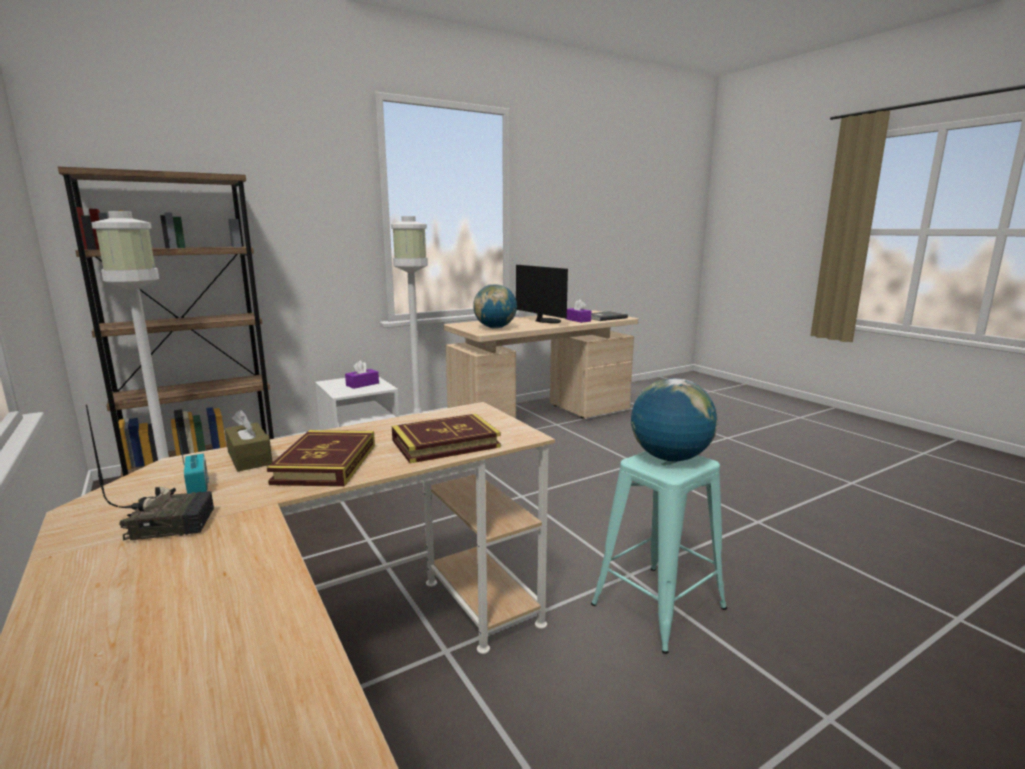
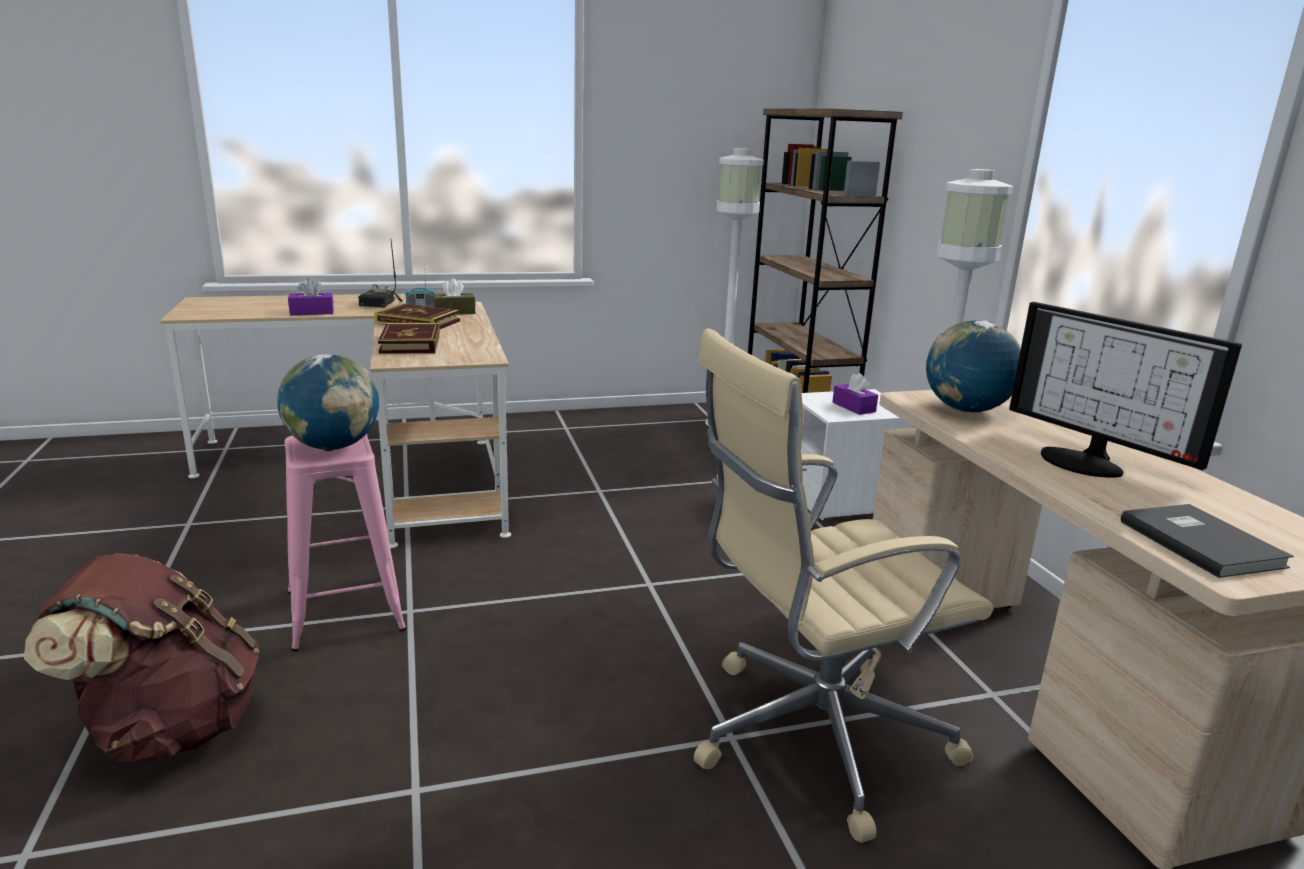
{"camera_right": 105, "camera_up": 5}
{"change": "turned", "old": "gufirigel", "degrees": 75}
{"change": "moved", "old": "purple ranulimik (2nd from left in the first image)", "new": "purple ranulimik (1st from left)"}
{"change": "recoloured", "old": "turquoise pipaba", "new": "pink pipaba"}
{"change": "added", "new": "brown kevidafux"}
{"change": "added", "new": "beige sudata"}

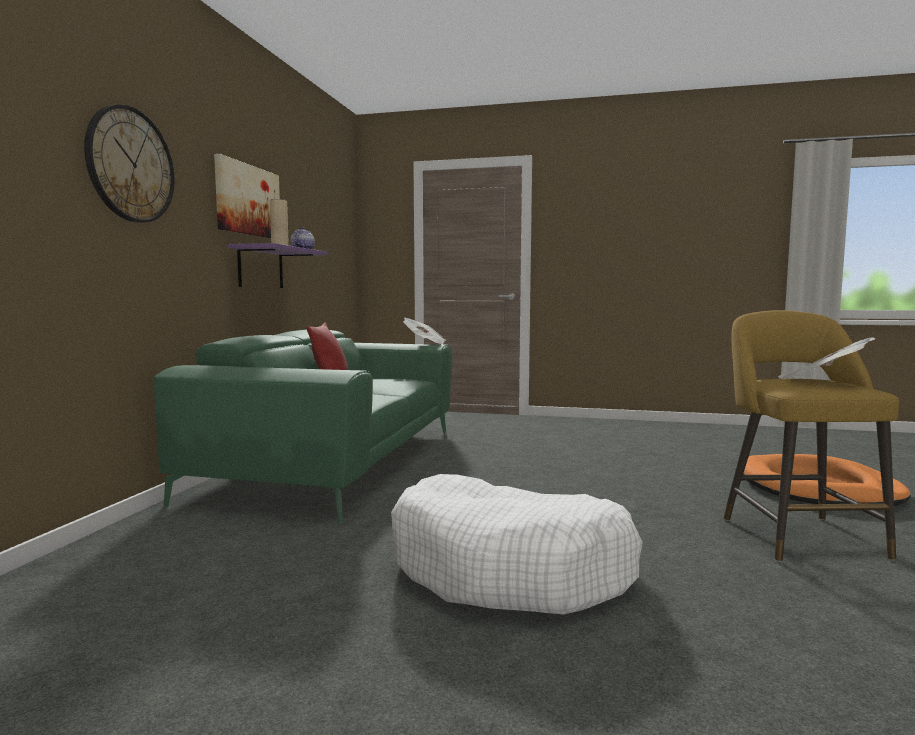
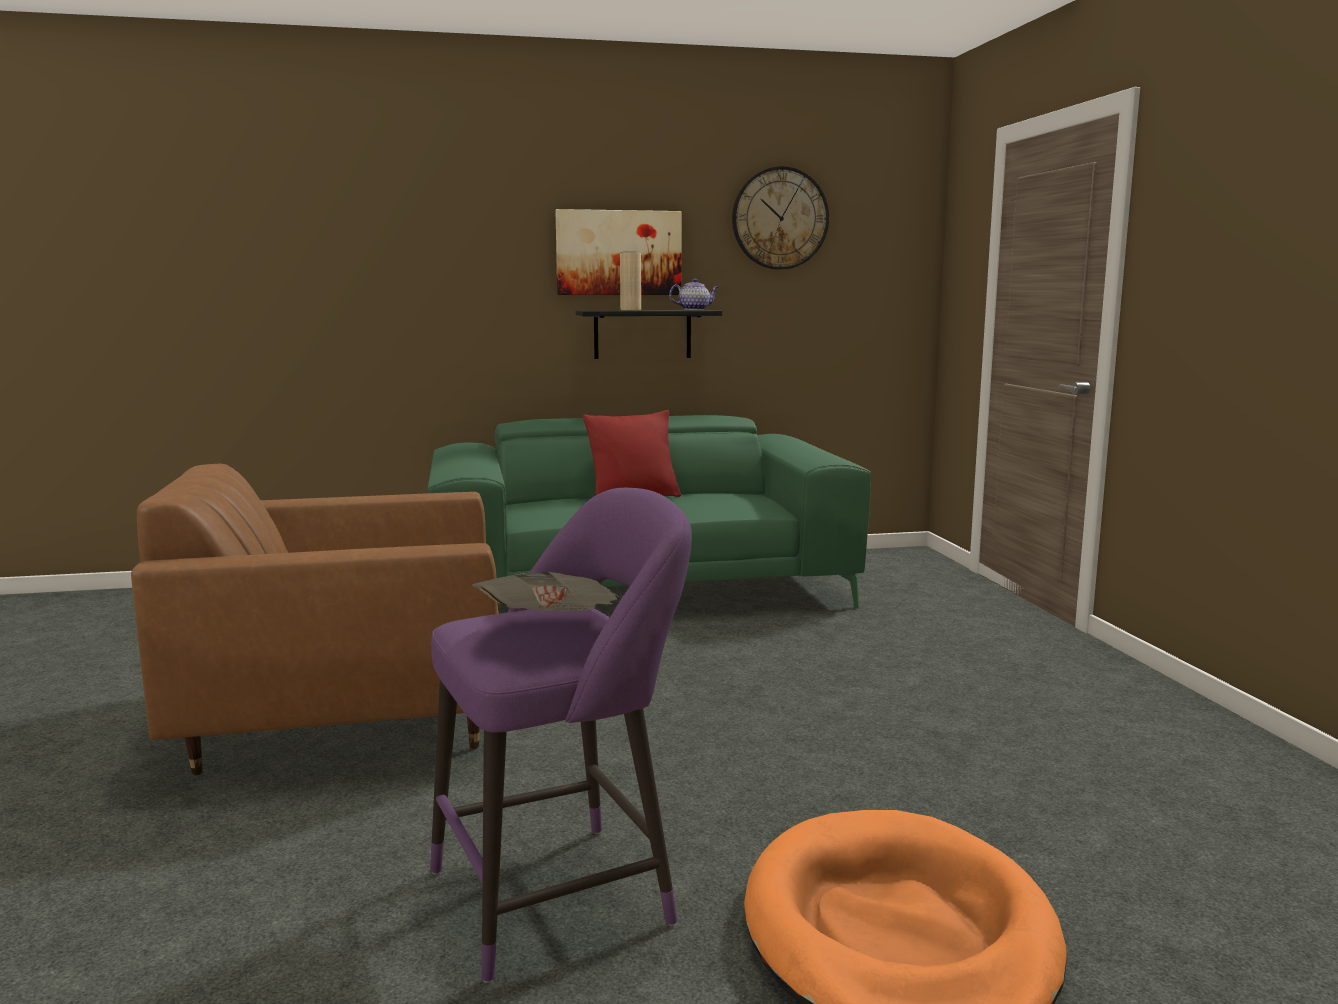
{"camera_right": 65, "camera_up": 5}
{"change": "moved", "old": "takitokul"}
{"change": "recoloured", "old": "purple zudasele", "new": "black zudasele"}
{"change": "replaced", "old": "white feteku", "new": "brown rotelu"}
{"change": "removed", "old": "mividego (1st from left)"}
{"change": "recoloured", "old": "yellow pipaba", "new": "purple pipaba"}

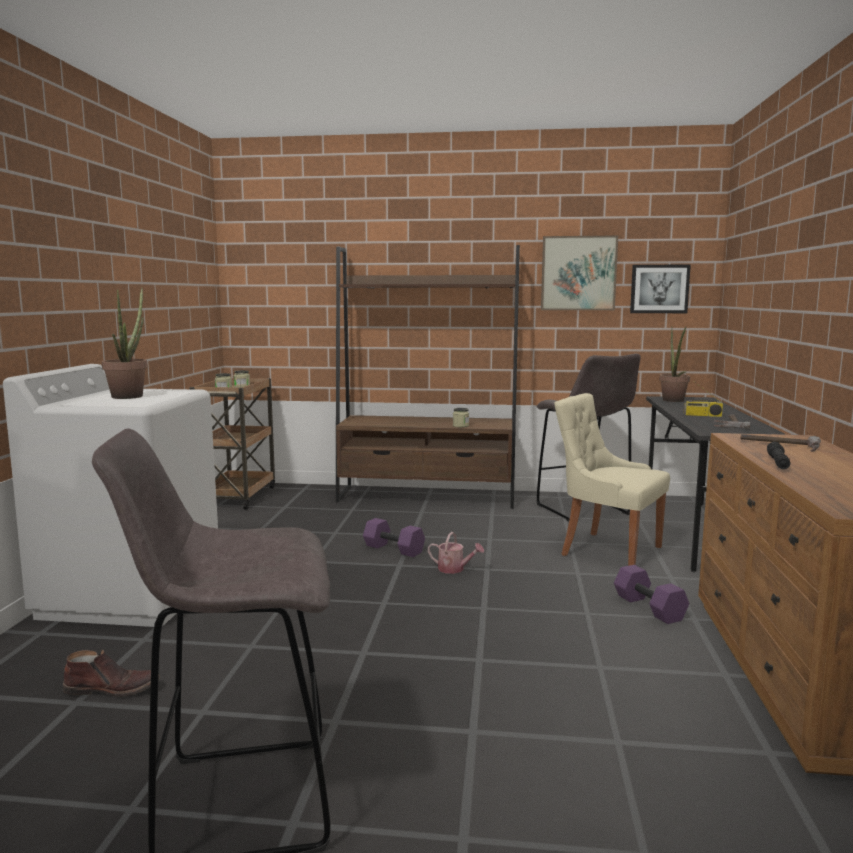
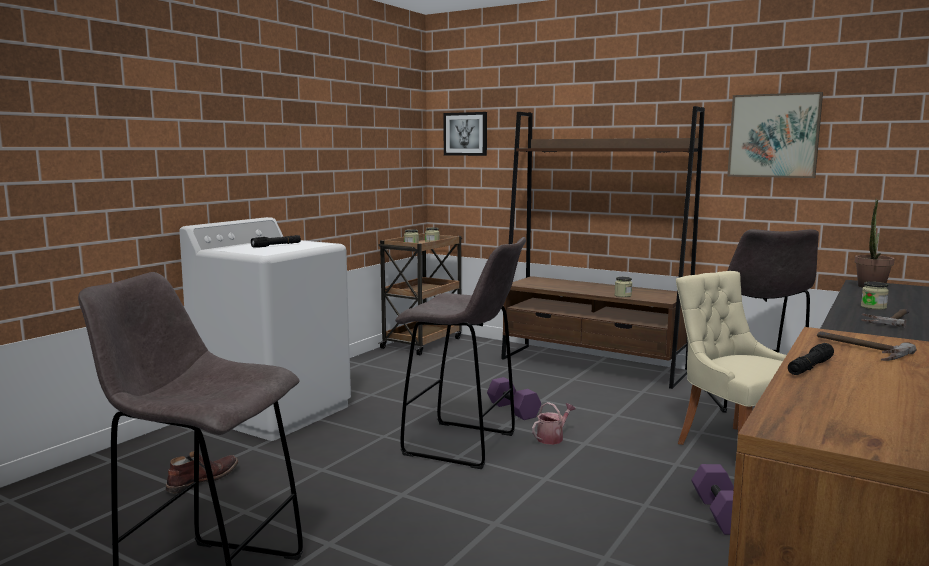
{"camera_right": 25, "camera_up": 0}
{"change": "turned", "old": "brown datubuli", "degrees": -75}
{"change": "replaced", "old": "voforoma (1st from left)", "new": "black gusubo (1st from left)"}
{"change": "turned", "old": "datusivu", "degrees": -90}
{"change": "moved", "old": "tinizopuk (2nd from left in the first image)", "new": "tinizopuk (1st from left)"}
{"change": "replaced", "old": "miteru", "new": "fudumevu (4th from left)"}
{"change": "added", "new": "grey pipaba (2nd from left)"}

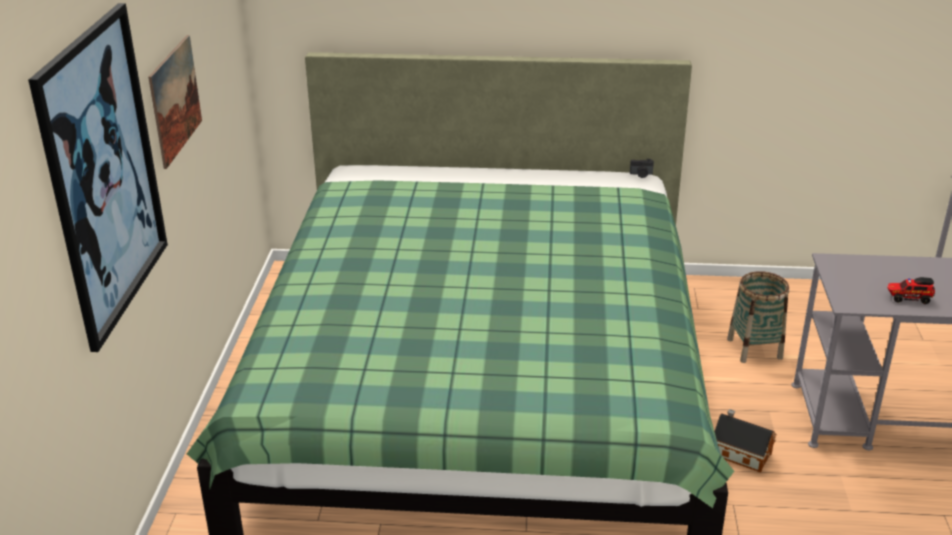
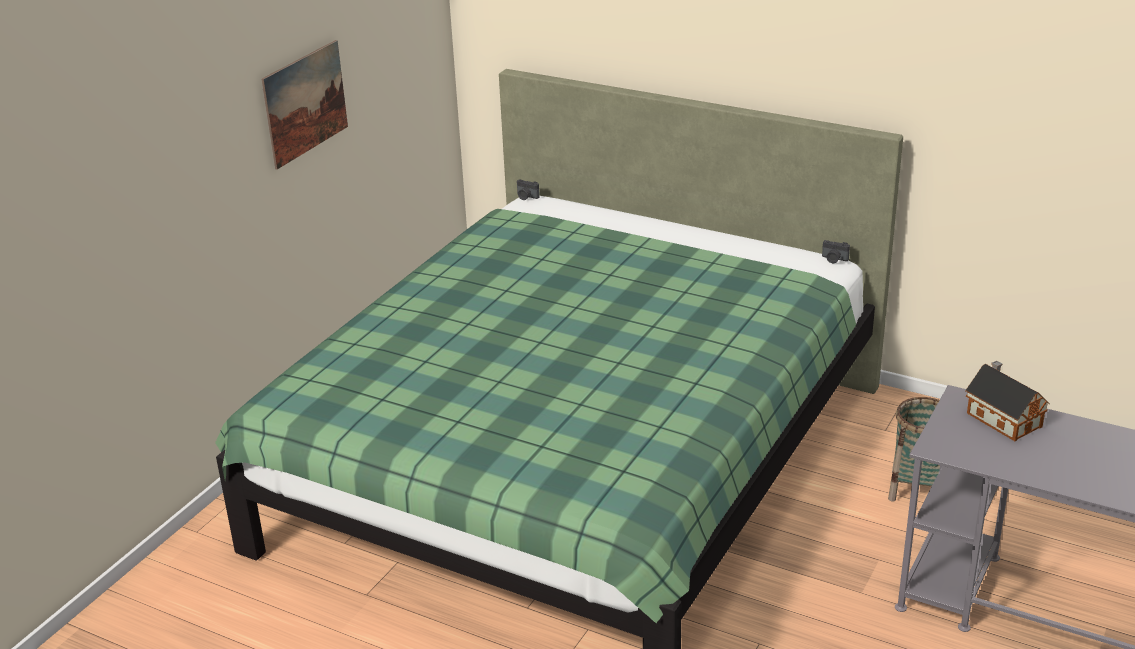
{"camera_right": 25, "camera_up": 0}
{"change": "removed", "old": "tinizopuk (1st from left)"}
{"change": "moved", "old": "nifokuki"}
{"change": "removed", "old": "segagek"}
{"change": "added", "new": "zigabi (1st from left)"}

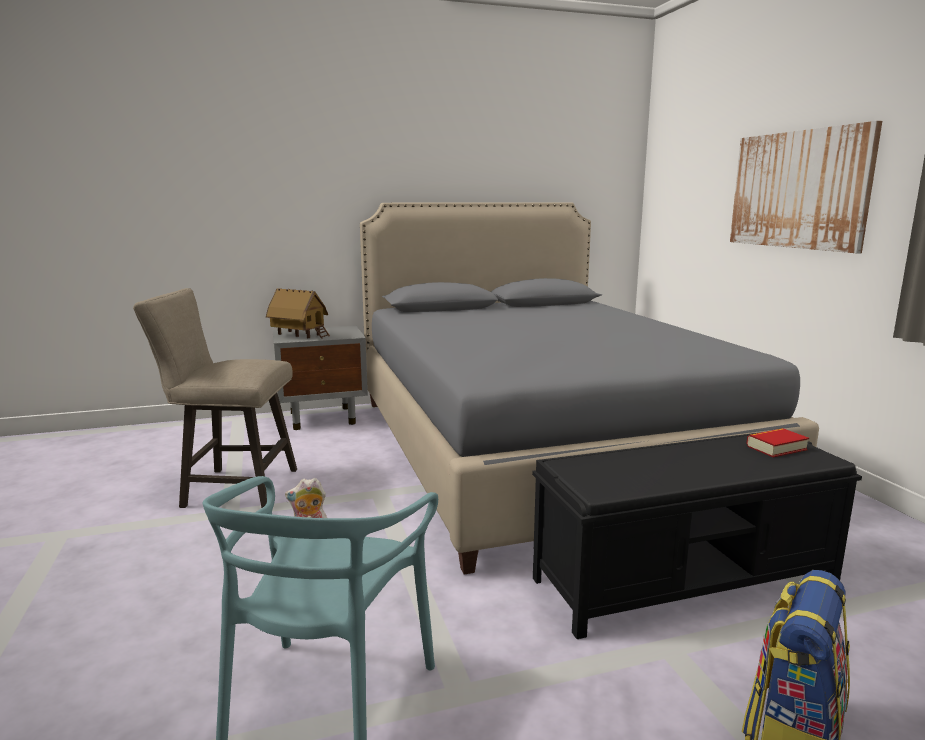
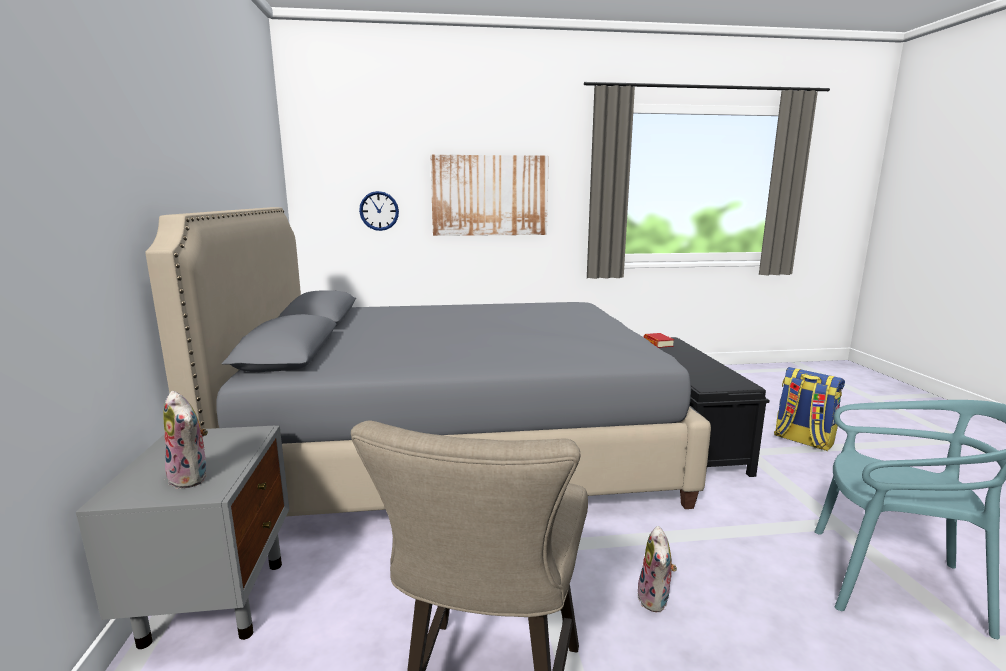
{"camera_right": -80, "camera_up": 0}
{"change": "replaced", "old": "nifokuki", "new": "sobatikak (1st from left)"}
{"change": "added", "new": "takitokul"}

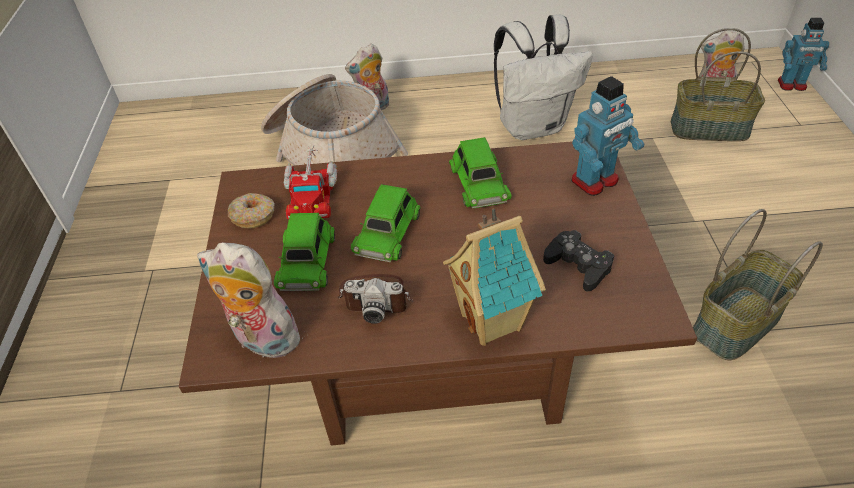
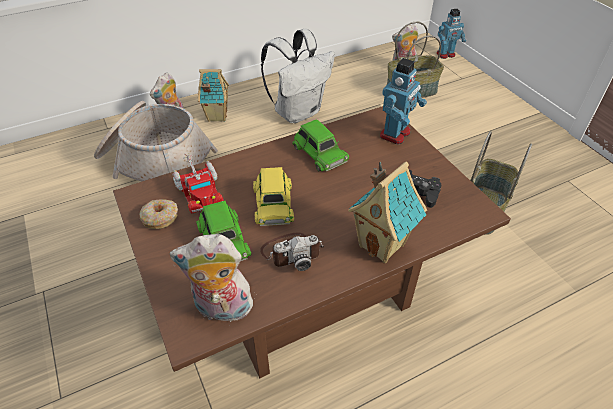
{"camera_right": -25, "camera_up": 0}
{"change": "recoloured", "old": "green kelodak (2nd from left)", "new": "yellow kelodak"}
{"change": "added", "new": "nifokuki (1st from left)"}

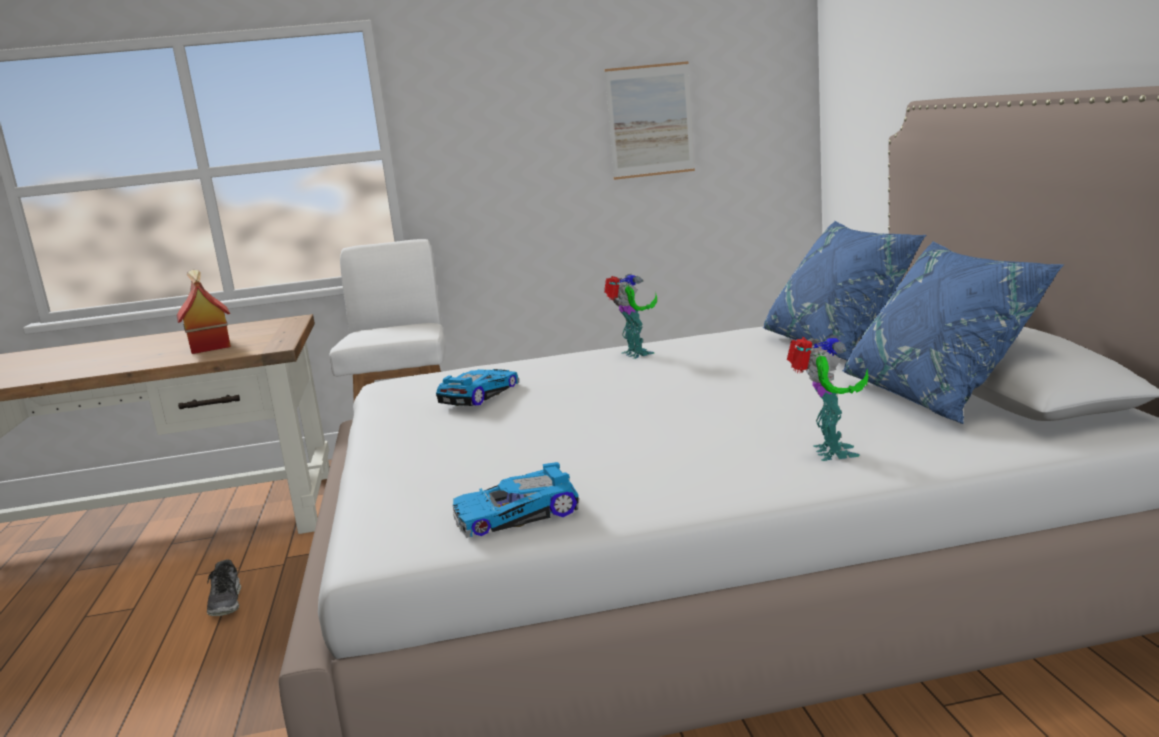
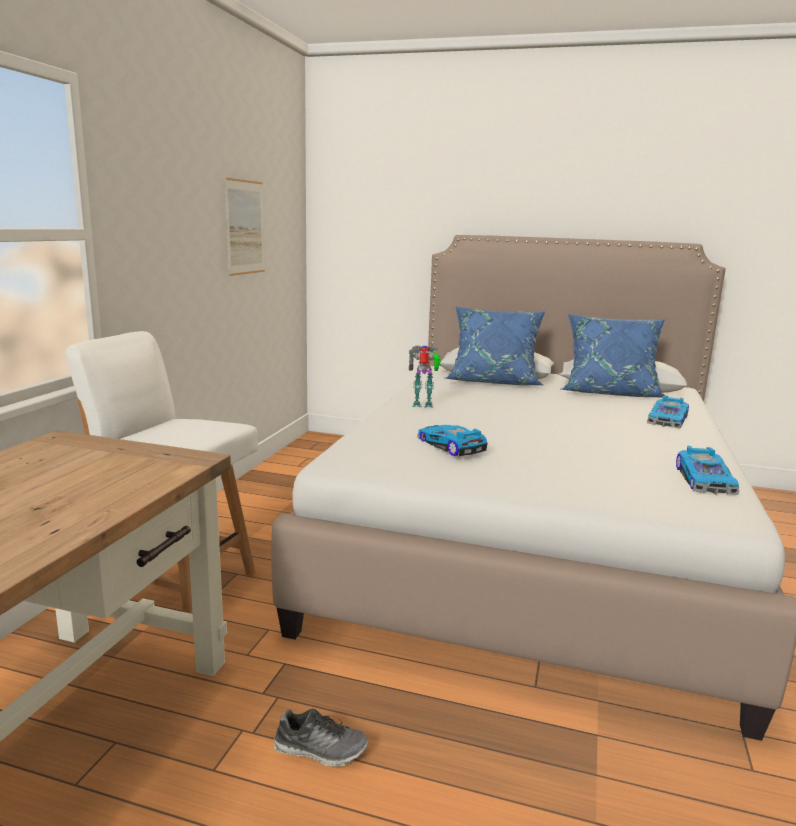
{"camera_right": -65, "camera_up": 0}
{"change": "removed", "old": "nifokuki"}
{"change": "replaced", "old": "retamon (2nd from left)", "new": "kelodak (2nd from left)"}

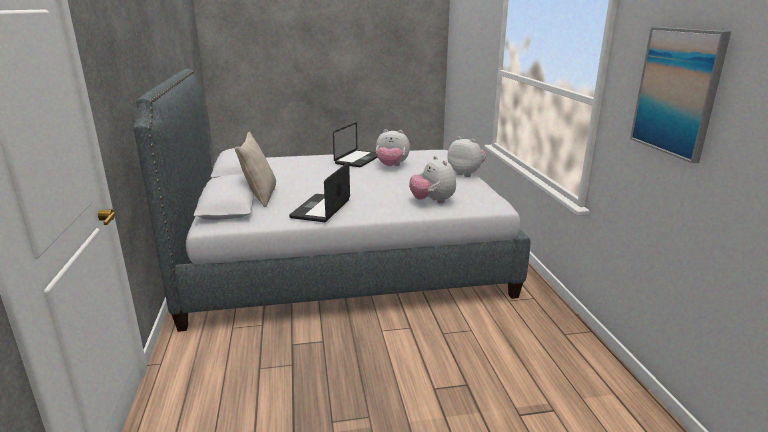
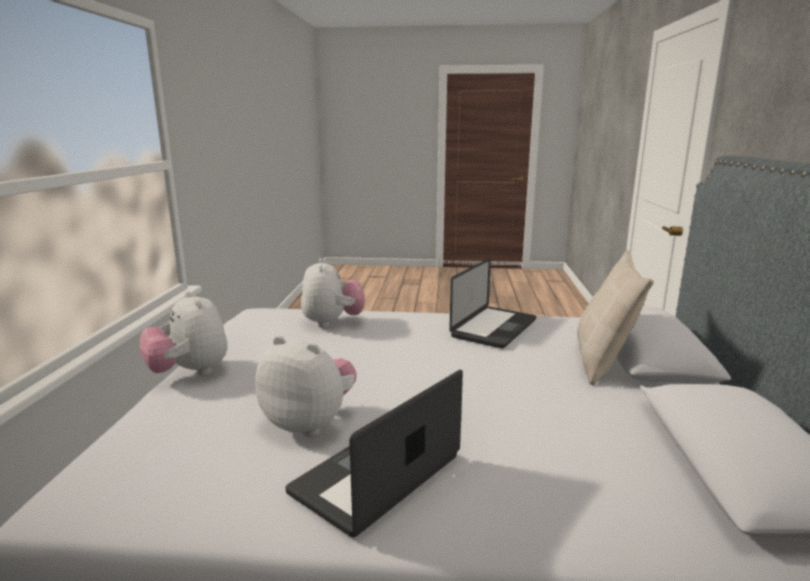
{"camera_right": -165, "camera_up": -5}
{"change": "removed", "old": "tinizopuk"}

